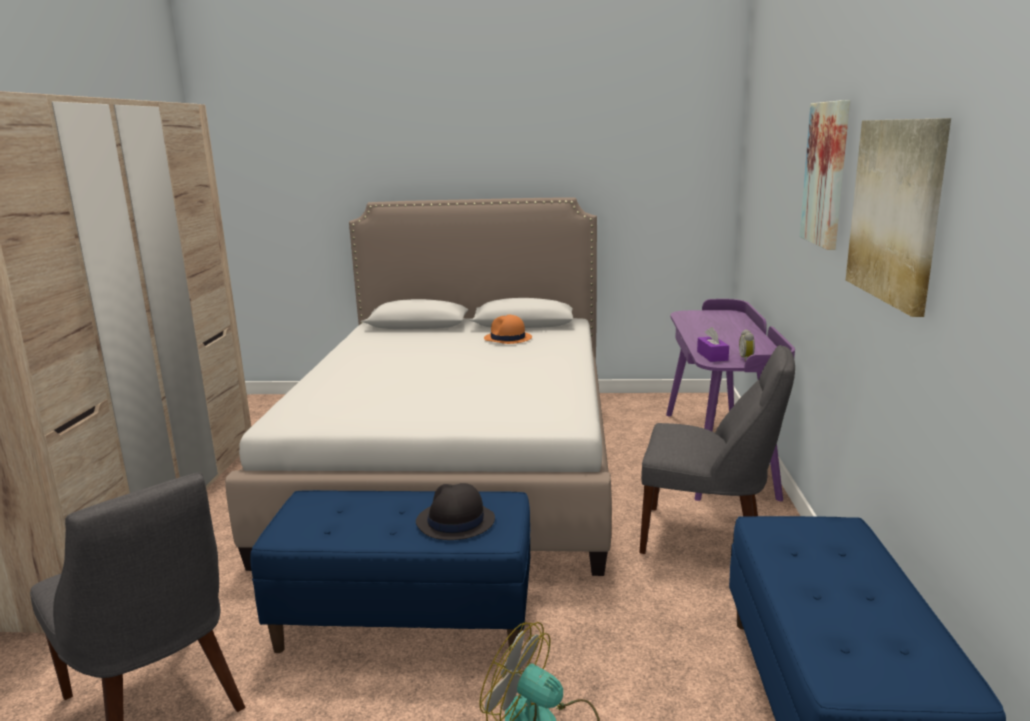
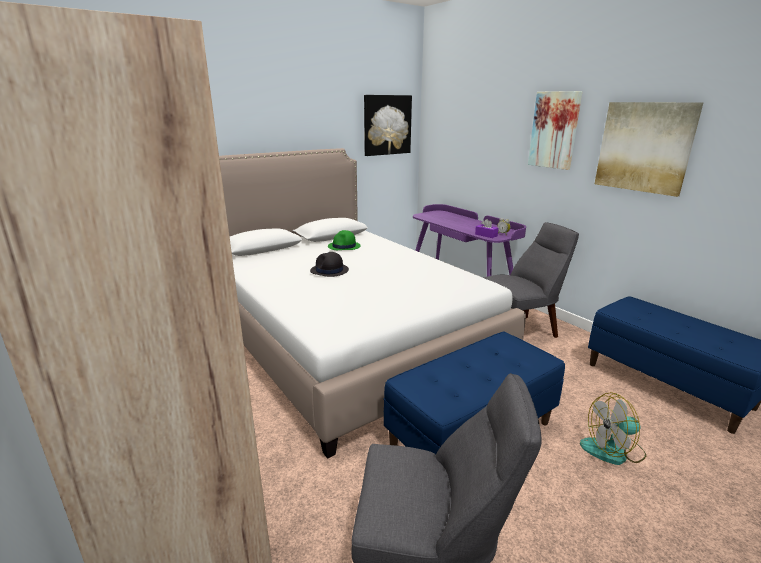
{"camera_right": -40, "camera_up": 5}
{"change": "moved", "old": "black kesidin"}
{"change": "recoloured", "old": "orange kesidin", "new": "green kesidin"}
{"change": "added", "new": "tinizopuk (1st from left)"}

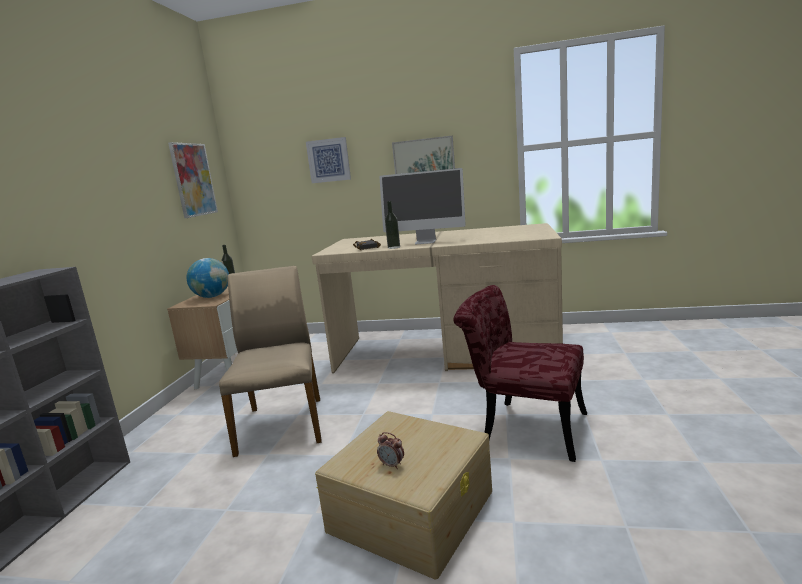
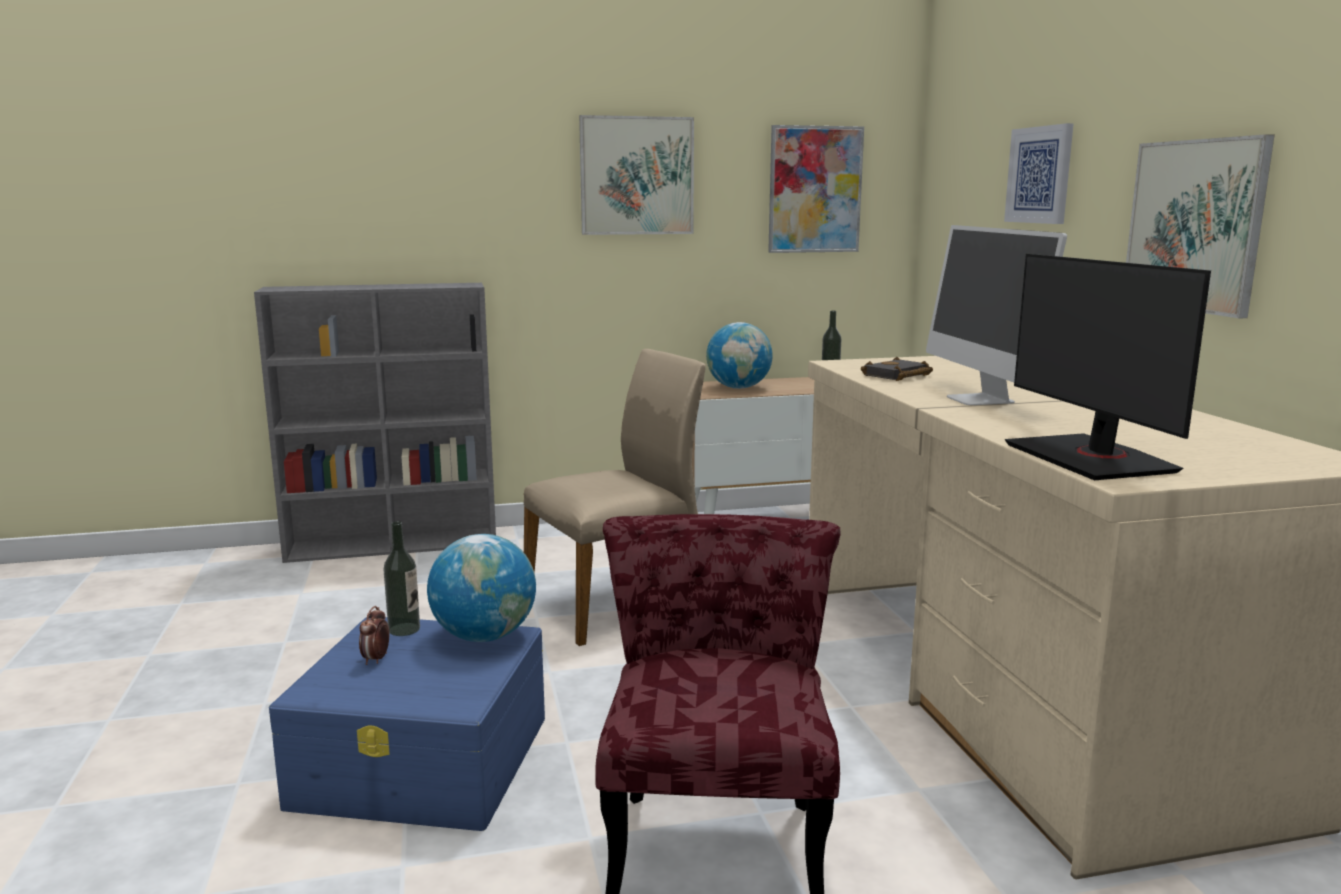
{"camera_right": 65, "camera_up": 0}
{"change": "recoloured", "old": "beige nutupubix", "new": "blue nutupubix"}
{"change": "moved", "old": "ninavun (2nd from left in the first image)", "new": "ninavun (1st from left)"}
{"change": "added", "new": "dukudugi (1st from left)"}
{"change": "added", "new": "tinizopuk (1st from left)"}
{"change": "added", "new": "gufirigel (2nd from left)"}

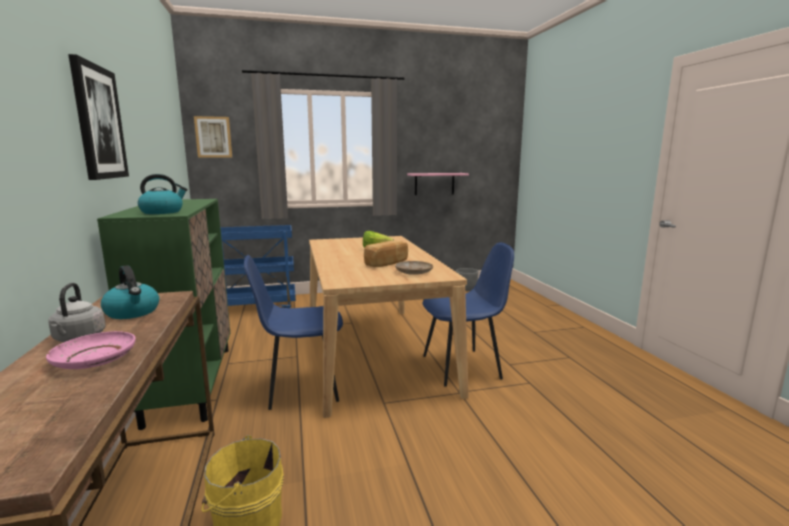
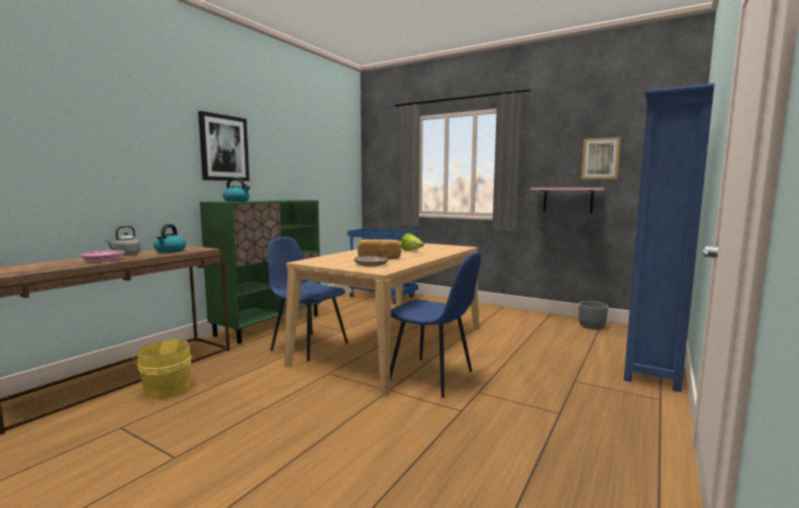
{"camera_right": 45, "camera_up": -5}
{"change": "moved", "old": "tinizopuk (2nd from left)"}
{"change": "added", "new": "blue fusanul"}

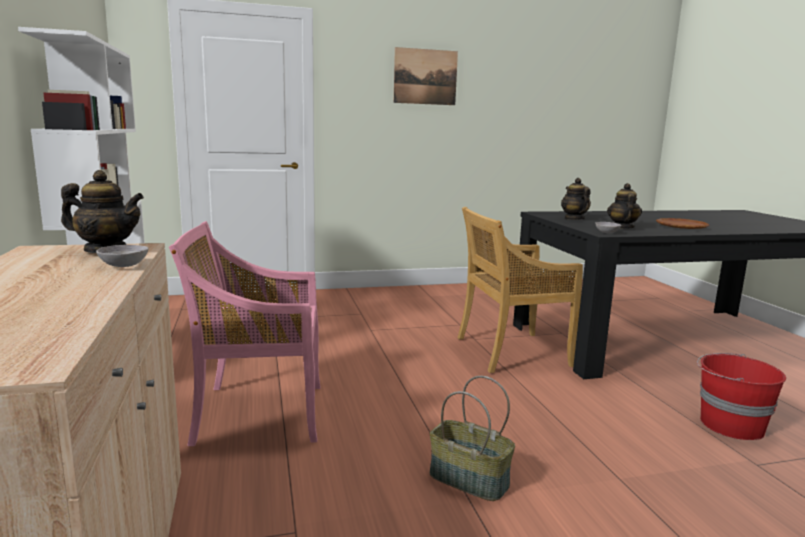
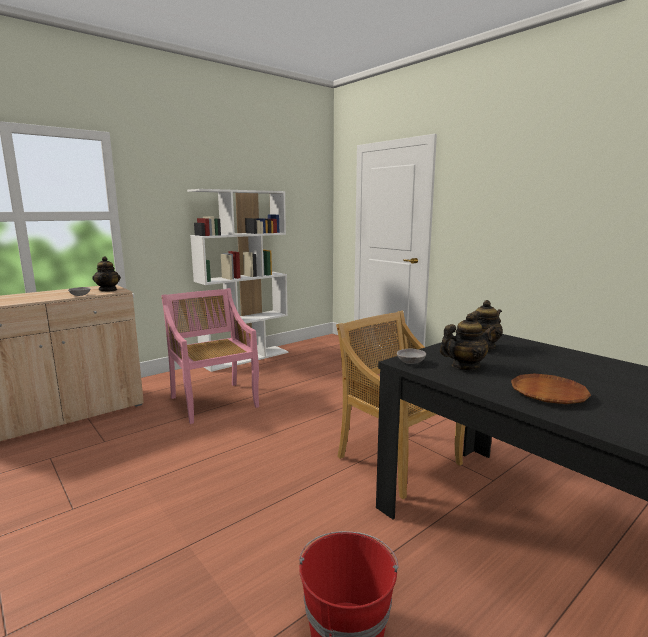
{"camera_right": 65, "camera_up": 0}
{"change": "removed", "old": "tinizopuk"}
{"change": "removed", "old": "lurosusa"}

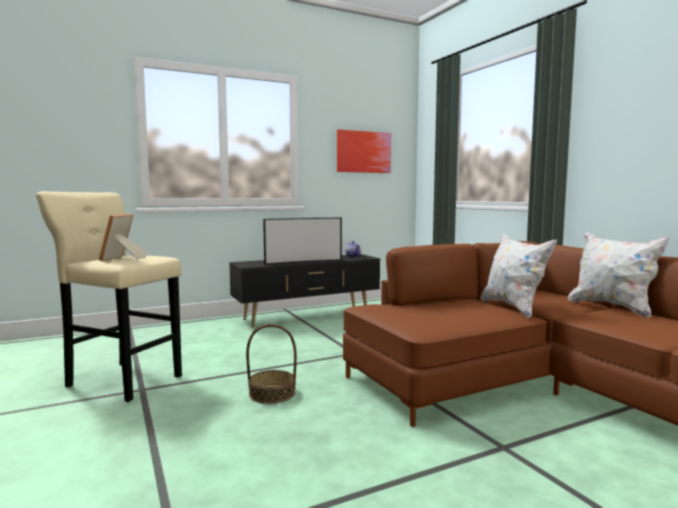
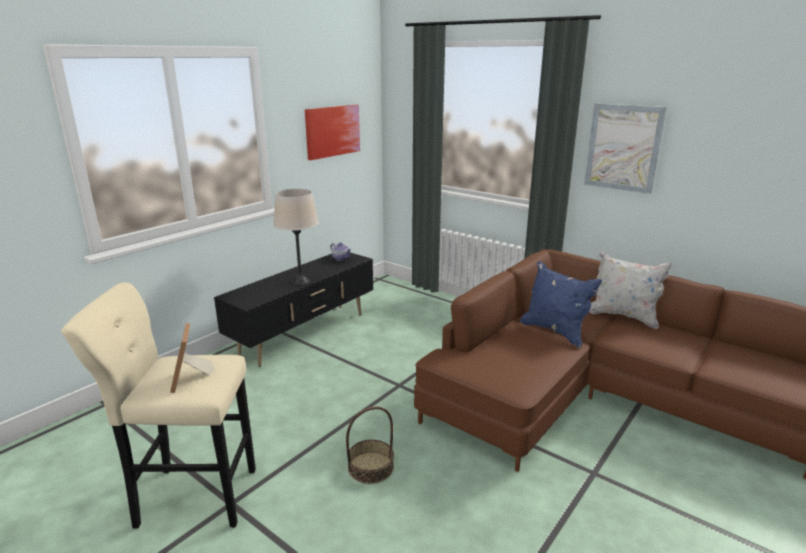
{"camera_right": -25, "camera_up": 15}
{"change": "replaced", "old": "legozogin", "new": "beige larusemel"}
{"change": "recoloured", "old": "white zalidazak (1st from left)", "new": "blue zalidazak"}
{"change": "added", "new": "tinizopuk (2nd from left)"}

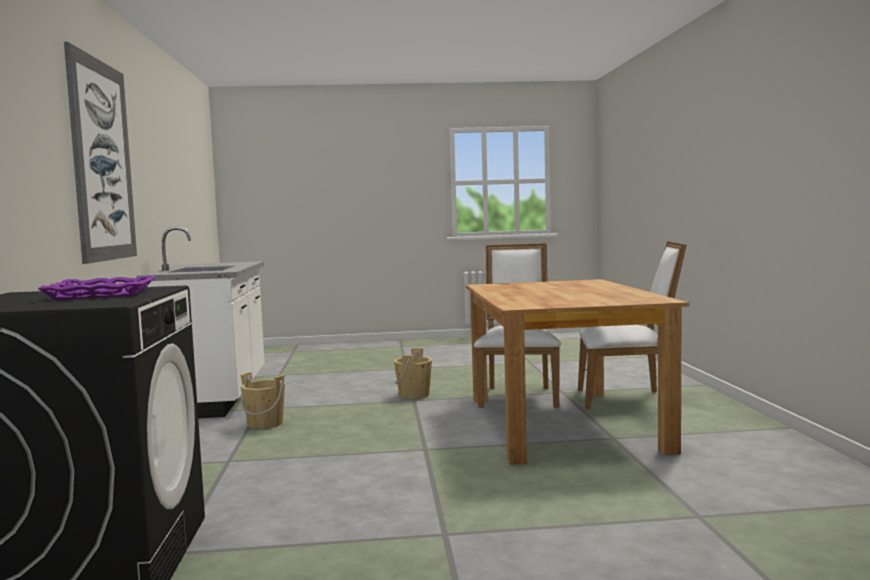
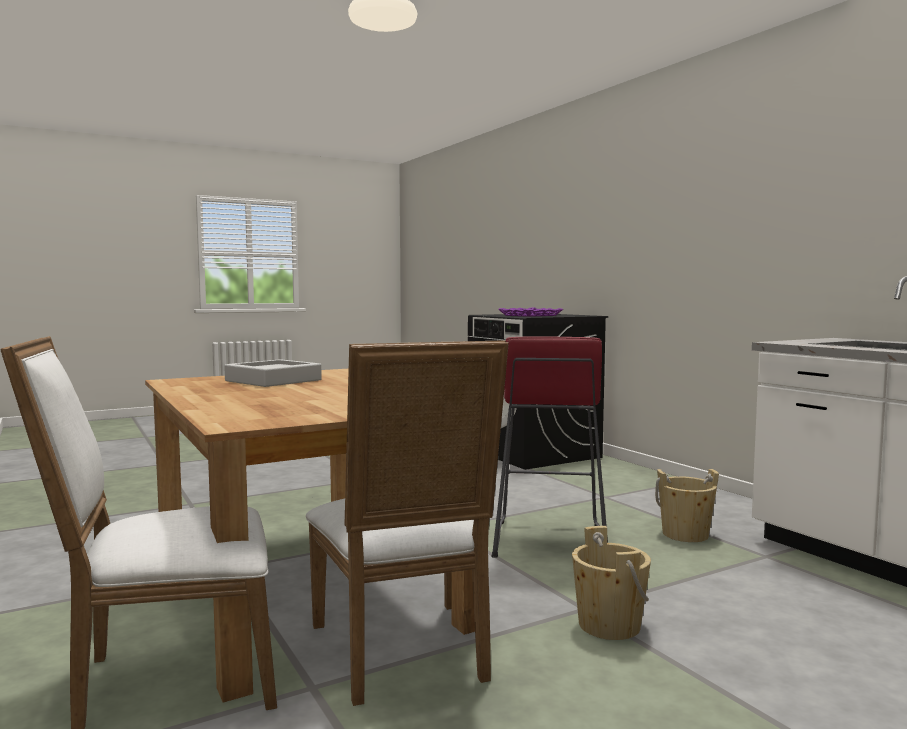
{"camera_right": 155, "camera_up": 0}
{"change": "removed", "old": "tinizopuk"}
{"change": "added", "new": "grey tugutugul"}
{"change": "added", "new": "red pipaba"}

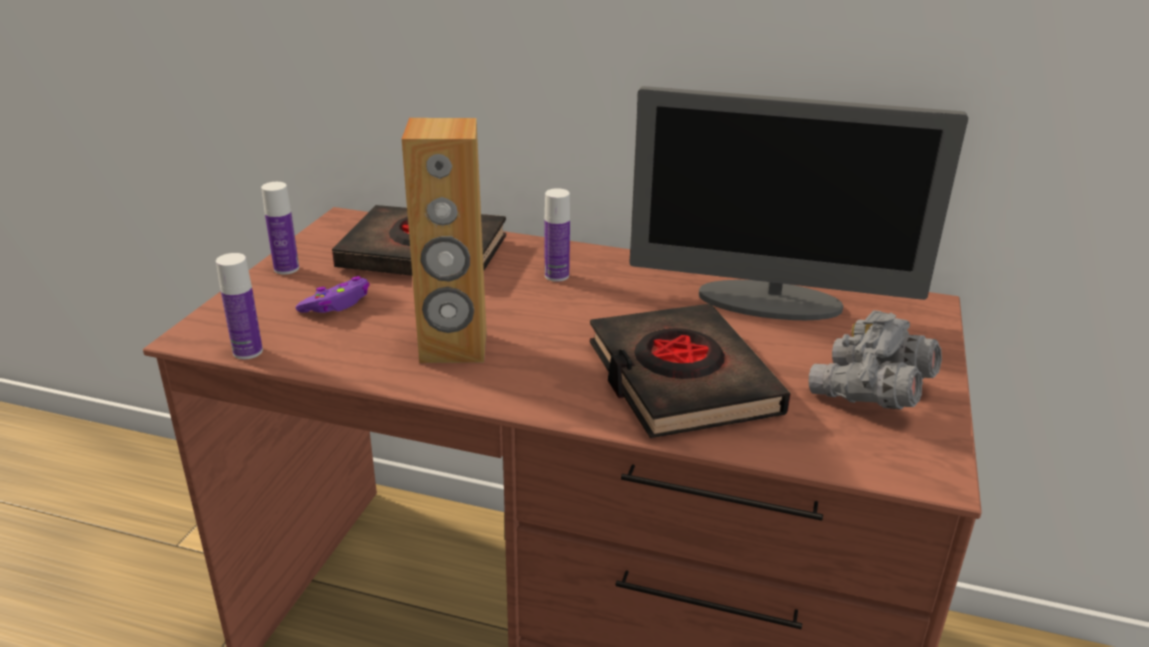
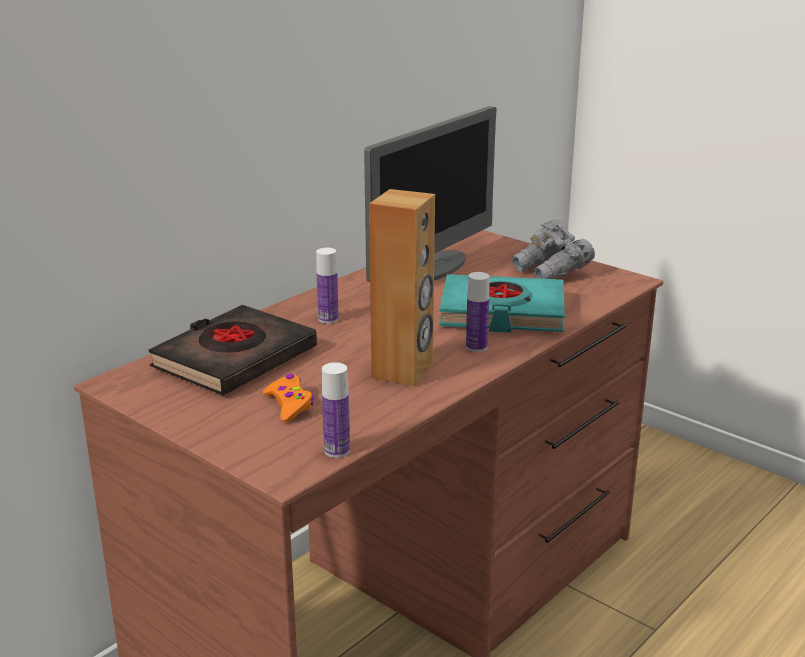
{"camera_right": -65, "camera_up": -5}
{"change": "moved", "old": "ninavun (2nd from left in the first image)", "new": "ninavun (3rd from left)"}
{"change": "recoloured", "old": "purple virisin", "new": "orange virisin"}
{"change": "recoloured", "old": "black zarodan (2nd from left)", "new": "turquoise zarodan"}

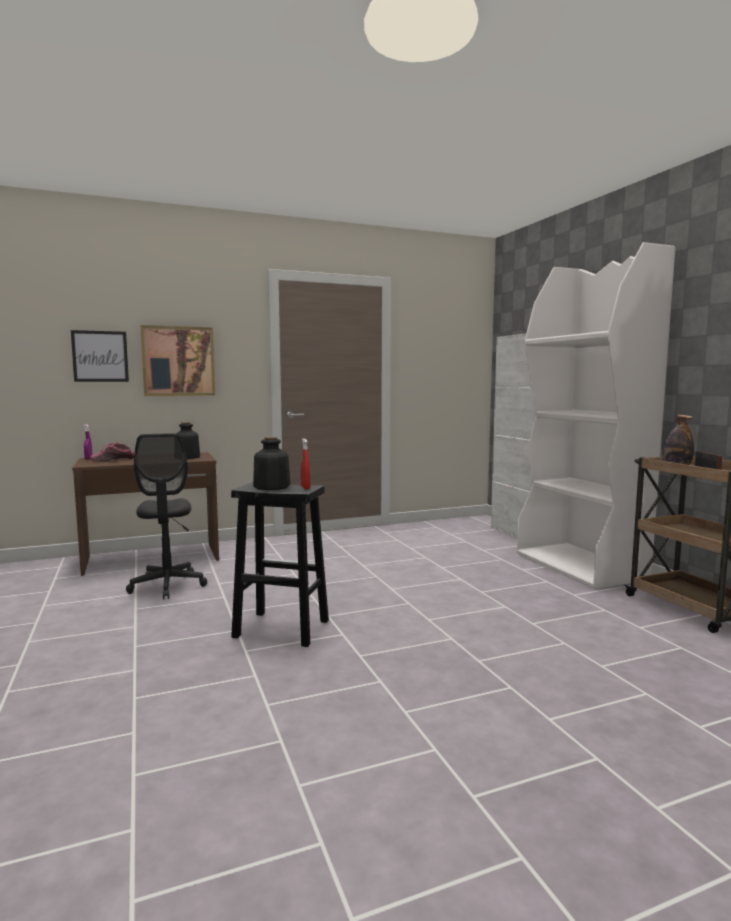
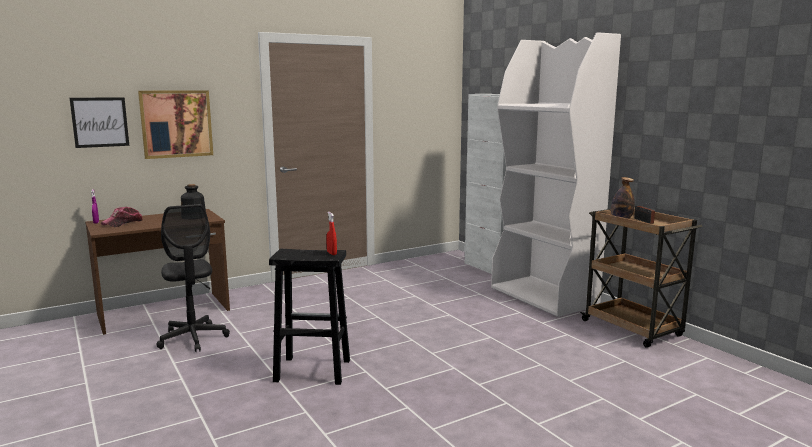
{"camera_right": -10, "camera_up": 5}
{"change": "removed", "old": "ninavun (2nd from left)"}

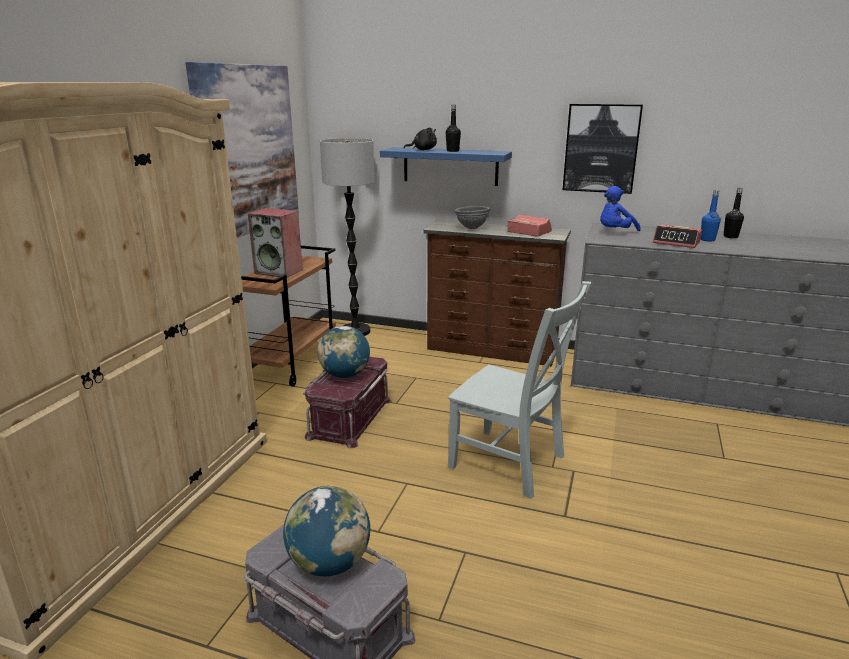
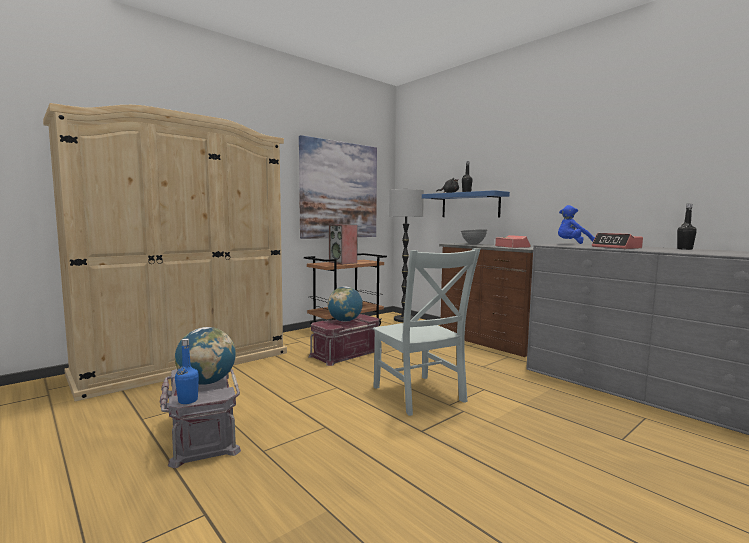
{"camera_right": 30, "camera_up": -15}
{"change": "removed", "old": "tinizopuk (2nd from left)"}
{"change": "moved", "old": "blue ninavun"}

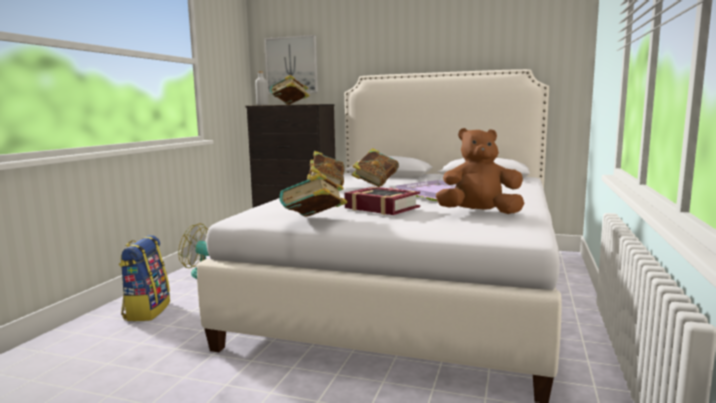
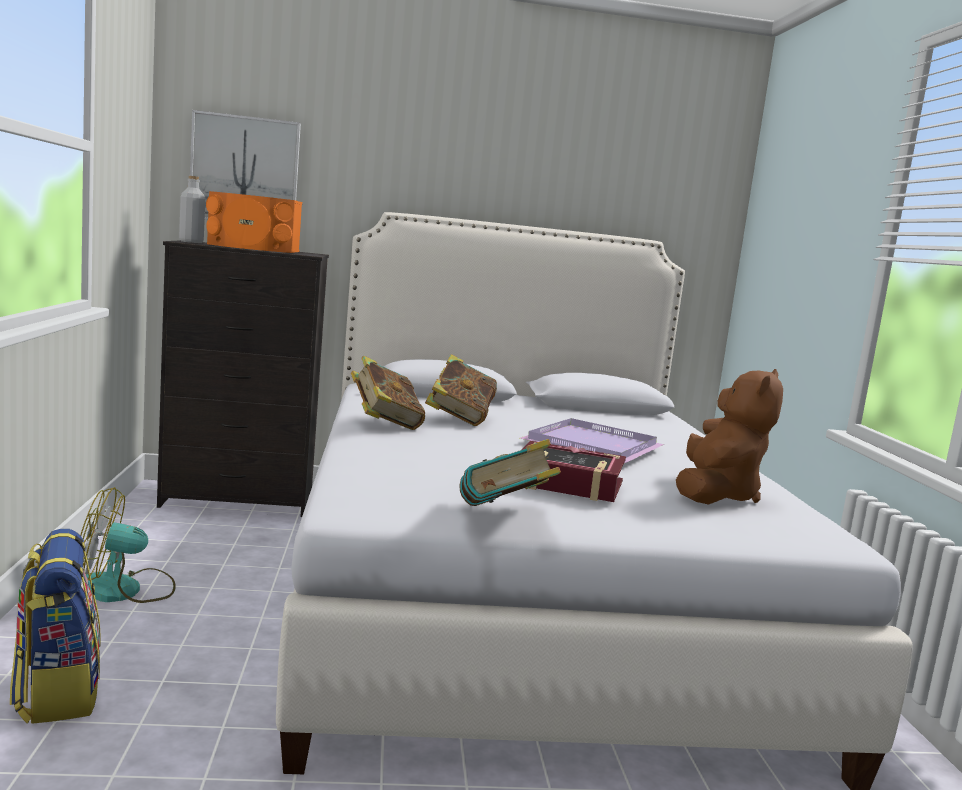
{"camera_right": -25, "camera_up": 0}
{"change": "replaced", "old": "zarodan (1st from left)", "new": "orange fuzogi"}
{"change": "turned", "old": "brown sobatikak", "degrees": 135}

